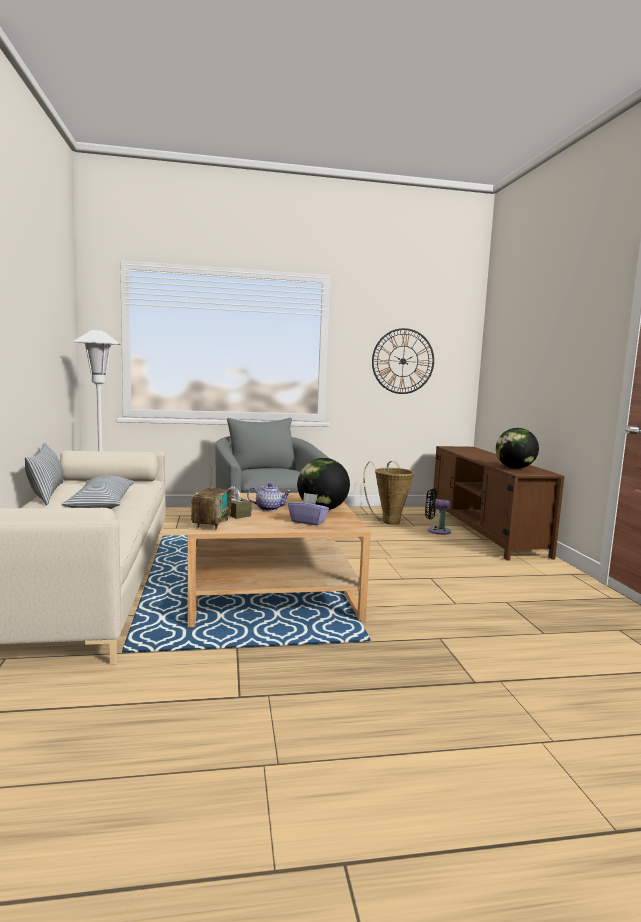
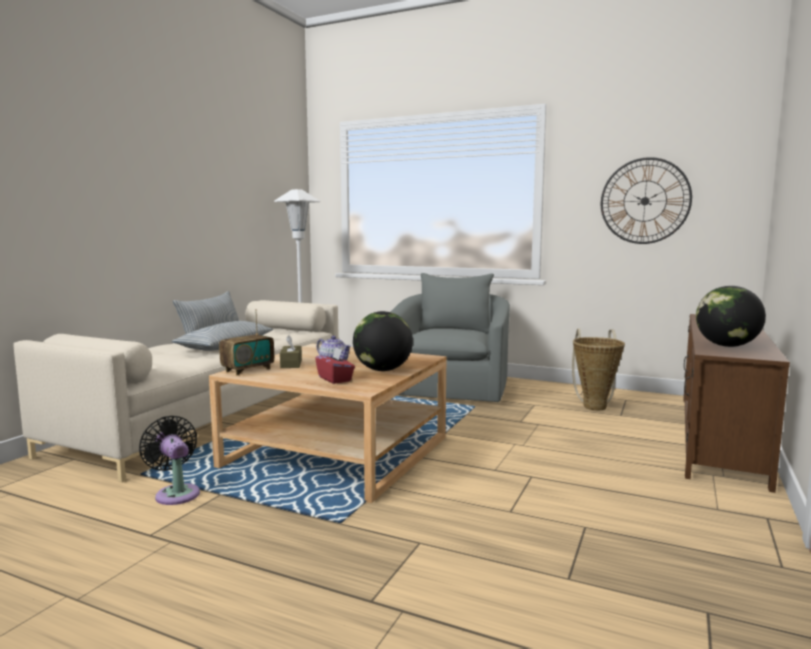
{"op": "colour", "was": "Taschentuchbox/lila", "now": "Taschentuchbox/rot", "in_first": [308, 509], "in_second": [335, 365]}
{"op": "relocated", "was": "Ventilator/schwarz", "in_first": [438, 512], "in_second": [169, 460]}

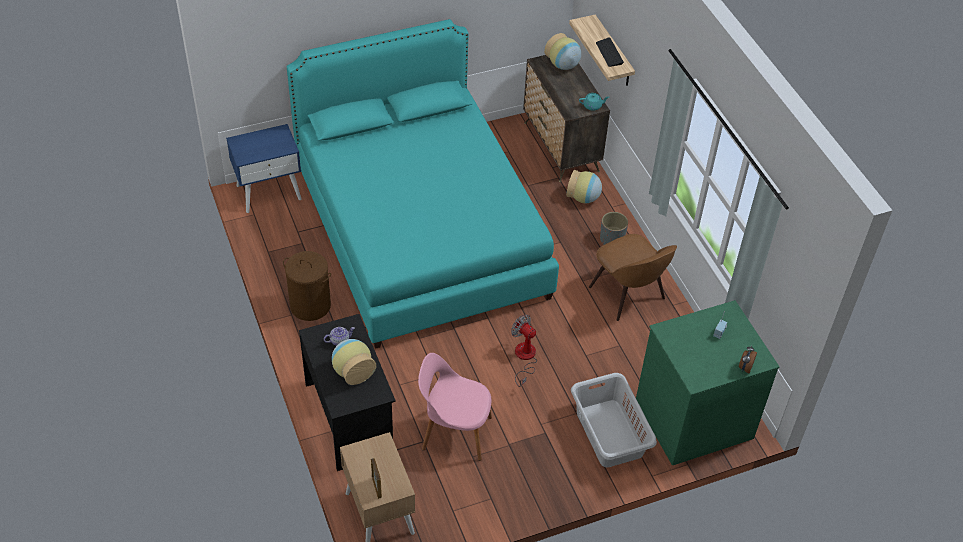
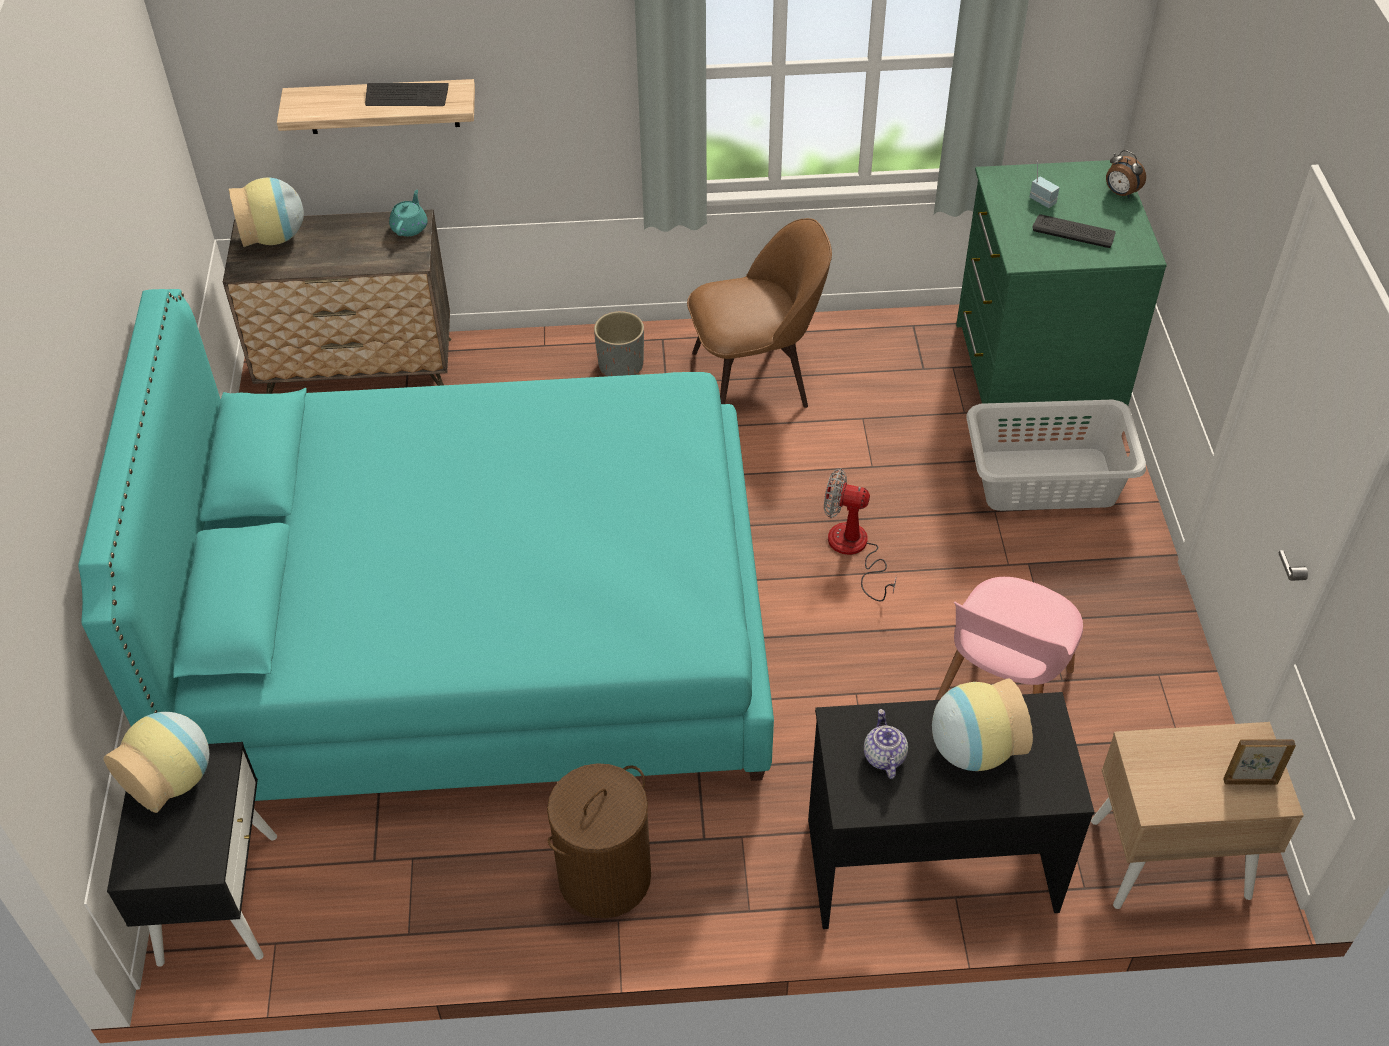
{"op": "colour", "was": "Nachttisch/blau", "now": "Nachttisch/schwarz", "in_first": [264, 168], "in_second": [192, 854]}
{"op": "spun", "was": "Ventilator", "in_first": [524, 350], "in_second": [860, 535], "clockwise": 45}
{"op": "relocated", "was": "Vase", "in_first": [584, 186], "in_second": [156, 762]}
{"op": "appeared", "now": "Tastatur", "in_second": [1074, 231]}

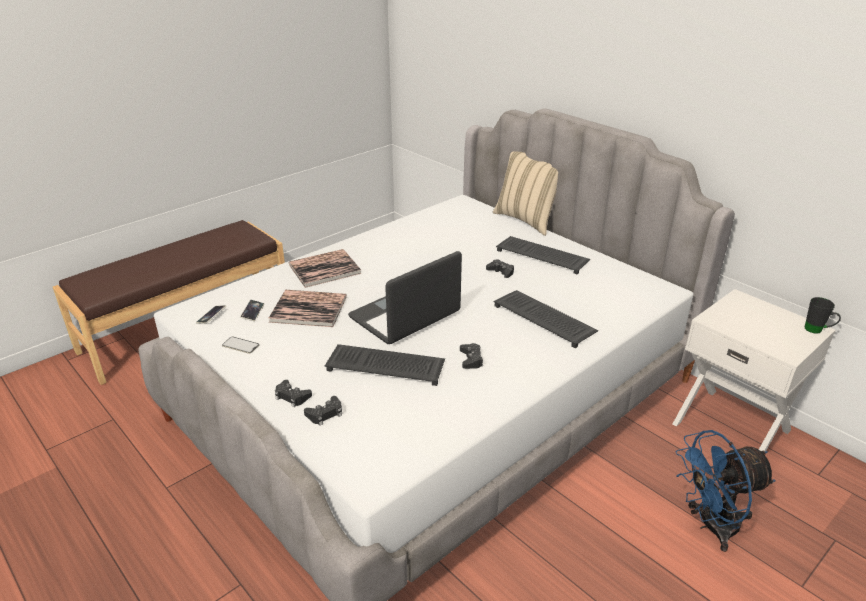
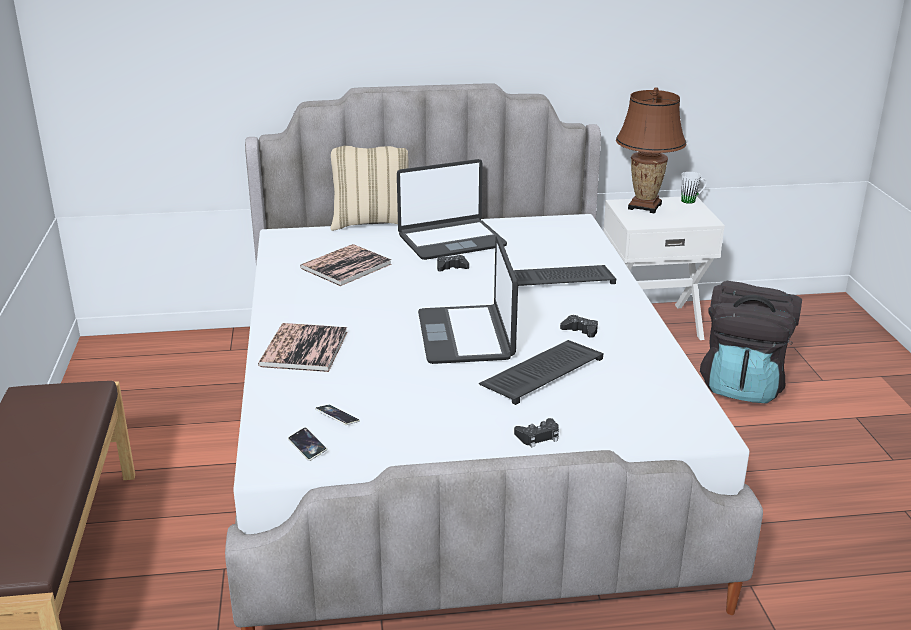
{"op": "missing", "was": "Handy", "in_first": [241, 345]}
{"op": "relocated", "was": "Buch", "in_first": [307, 308], "in_second": [346, 265]}
{"op": "missing", "was": "Gamepad/schwarz", "in_first": [323, 411]}
{"op": "exchanged", "was": "Tastatur", "now": "Laptop", "in_first": [543, 255], "in_second": [452, 209]}
{"op": "exchanged", "was": "Ventilator/blau", "now": "Rucksack/schwarz", "in_first": [725, 491], "in_second": [751, 342]}
{"op": "colour", "was": "Henkelbecher/schwarz", "now": "Henkelbecher/weiß", "in_first": [823, 315], "in_second": [694, 188]}
{"op": "appeared", "now": "Tischlampe/braun", "in_second": [651, 150]}

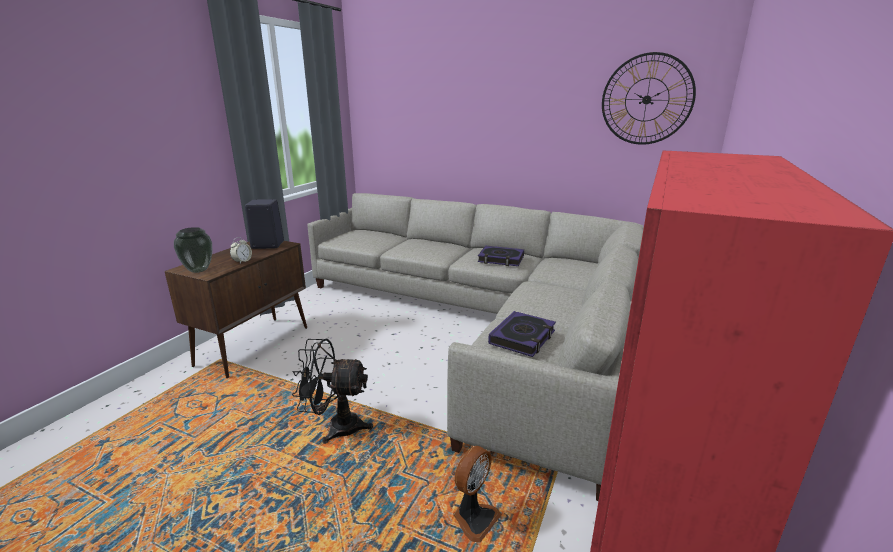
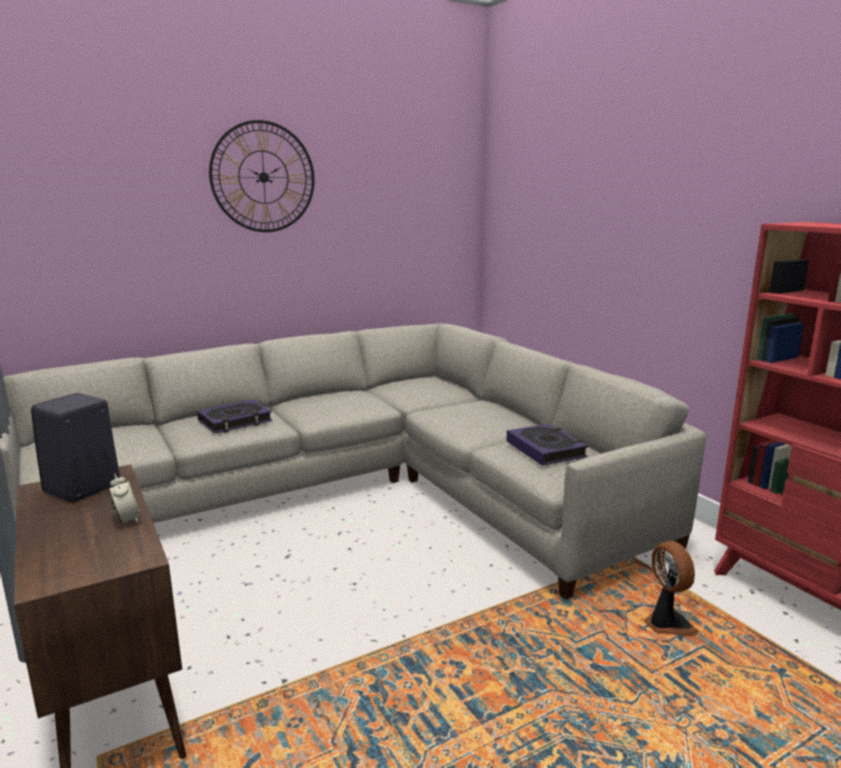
{"op": "missing", "was": "Vase", "in_first": [193, 250]}
{"op": "missing", "was": "Ventilator/schwarz", "in_first": [332, 391]}
{"op": "relocated", "was": "Buch", "in_first": [501, 256], "in_second": [234, 416]}
{"op": "relocated", "was": "Wanduhr", "in_first": [649, 98], "in_second": [262, 176]}

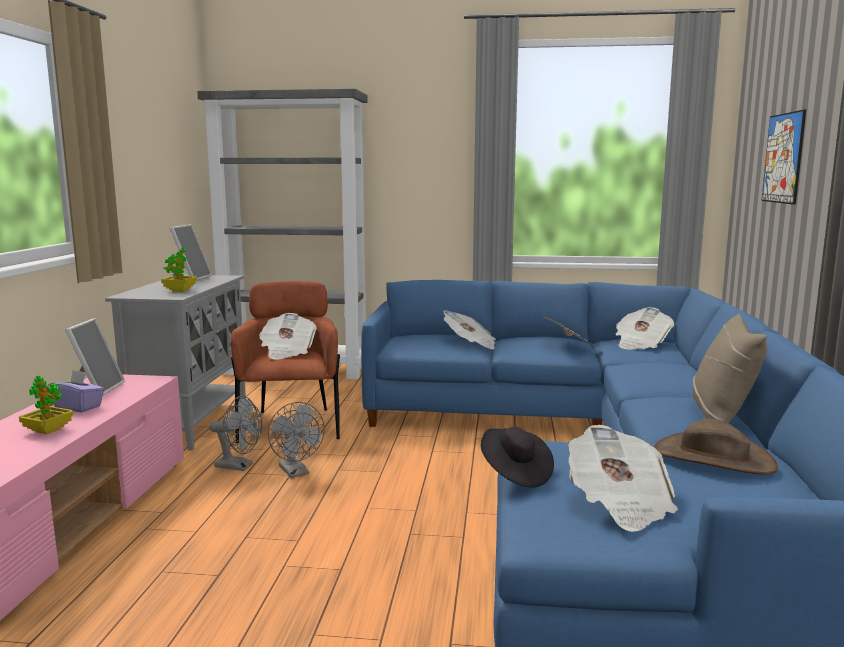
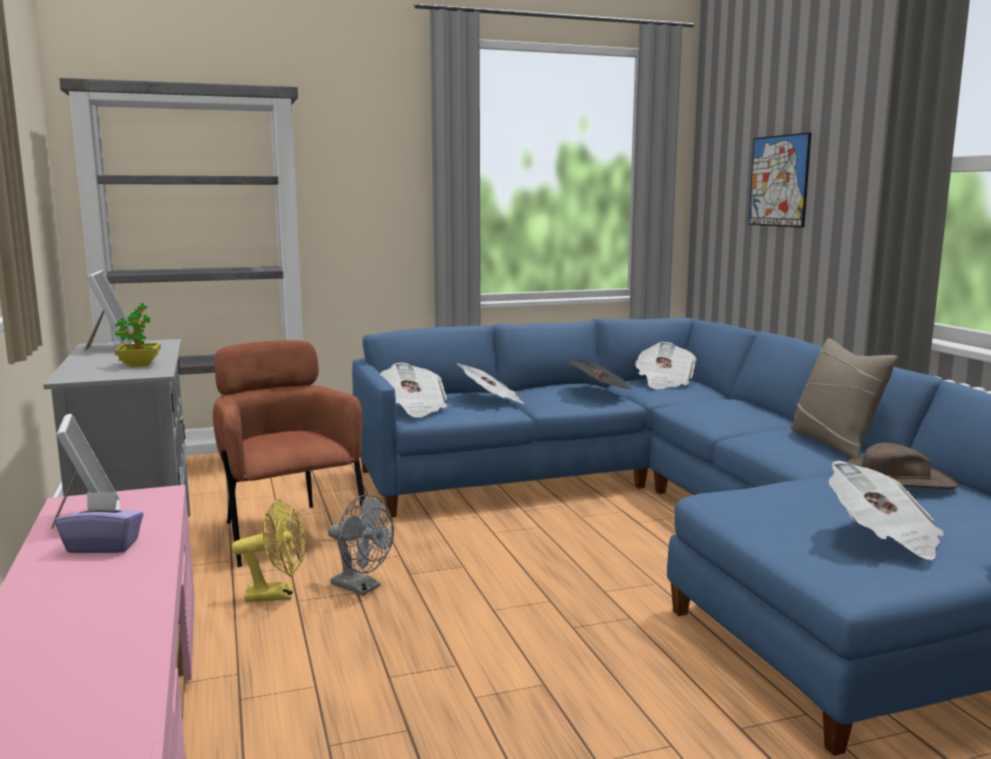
{"op": "missing", "was": "Topfpflanze", "in_first": [46, 404]}
{"op": "colour", "was": "Ventilator/grau", "now": "Ventilator/gelb", "in_first": [235, 433], "in_second": [269, 550]}
{"op": "relocated", "was": "Zeitung", "in_first": [288, 336], "in_second": [413, 390]}
{"op": "missing", "was": "Hut/schwarz", "in_first": [517, 457]}

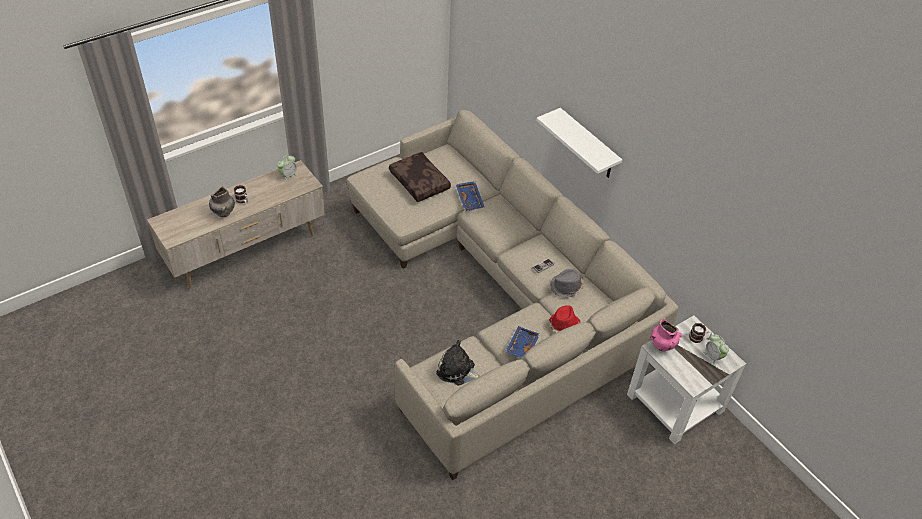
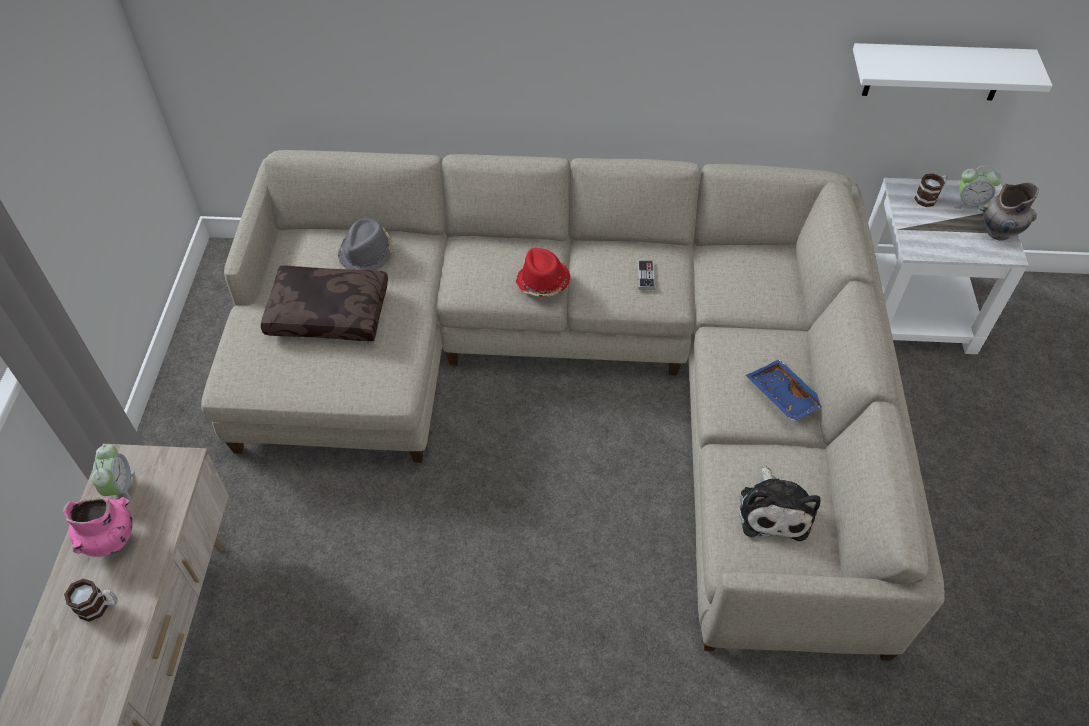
{"op": "relocated", "was": "Vase/grau", "in_first": [222, 201], "in_second": [1009, 211]}
{"op": "spun", "was": "Plüschtier", "in_first": [458, 362], "in_second": [779, 503], "clockwise": -60}
{"op": "missing", "was": "Tablett/blau", "in_first": [470, 196]}
{"op": "relocated", "was": "Wandregal/weiß", "in_first": [579, 143], "in_second": [953, 71]}
{"op": "relocated", "was": "Hut/rot", "in_first": [564, 318], "in_second": [543, 272]}
{"op": "relocated", "was": "Hut/grau", "in_first": [567, 283], "in_second": [366, 244]}
{"op": "relocated", "was": "Vase/rosa", "in_first": [666, 335], "in_second": [98, 527]}

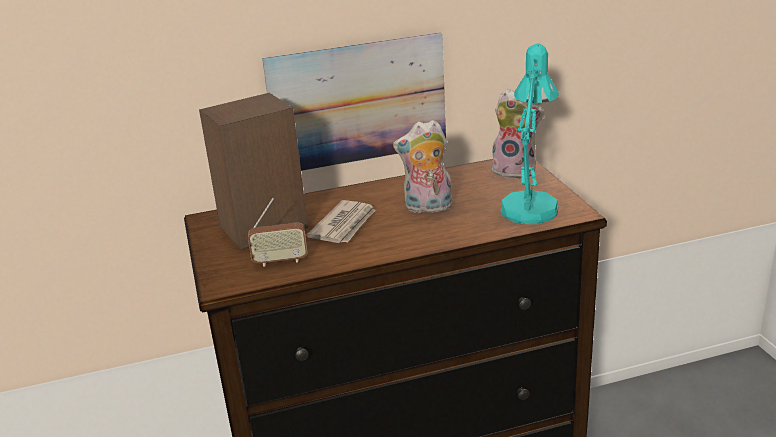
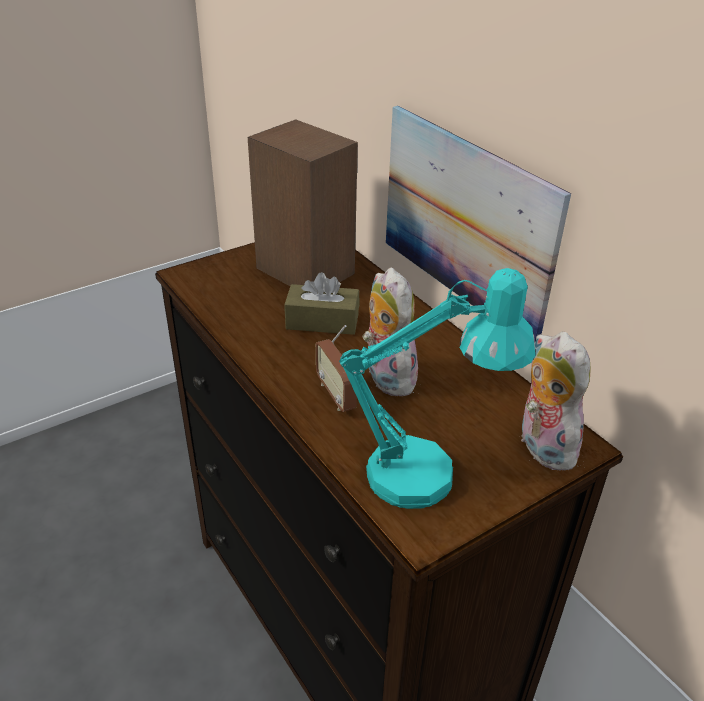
{"op": "relocated", "was": "Radio", "in_first": [277, 232], "in_second": [336, 368]}
{"op": "exchanged", "was": "Zeitung", "now": "Taschentuchbox/braun", "in_first": [341, 221], "in_second": [322, 303]}
{"op": "spun", "was": "Plüschtier", "in_first": [518, 134], "in_second": [556, 401], "clockwise": 150}

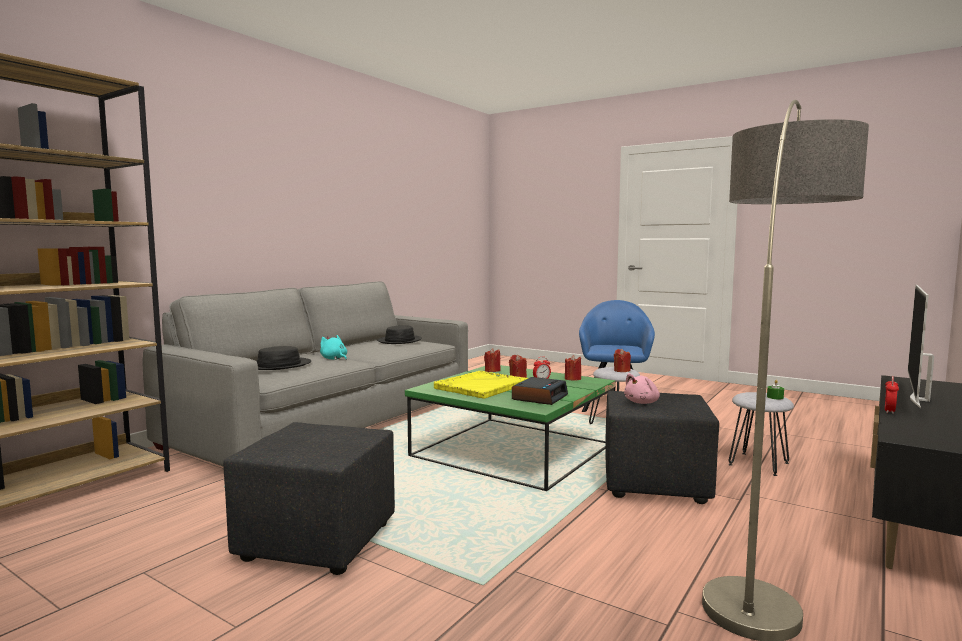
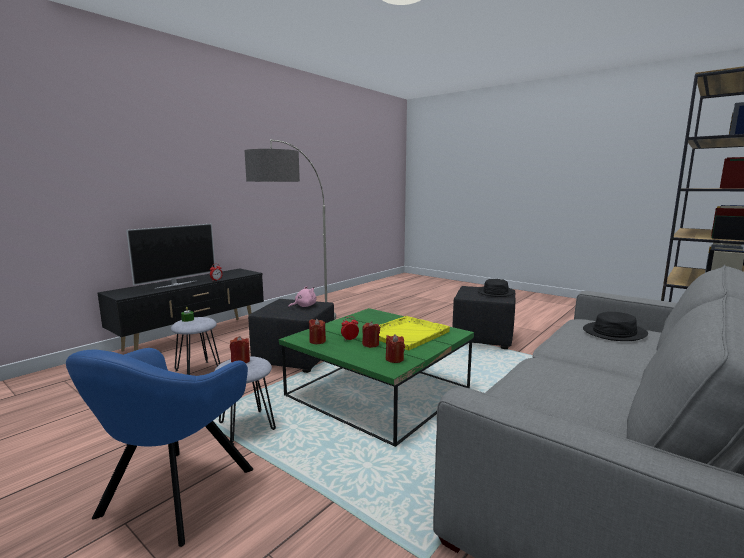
{"op": "missing", "was": "Plüschtier/türkis", "in_first": [333, 347]}
{"op": "relocated", "was": "Hut/schwarz", "in_first": [399, 335], "in_second": [496, 288]}
{"op": "missing", "was": "Wecker", "in_first": [540, 391]}

